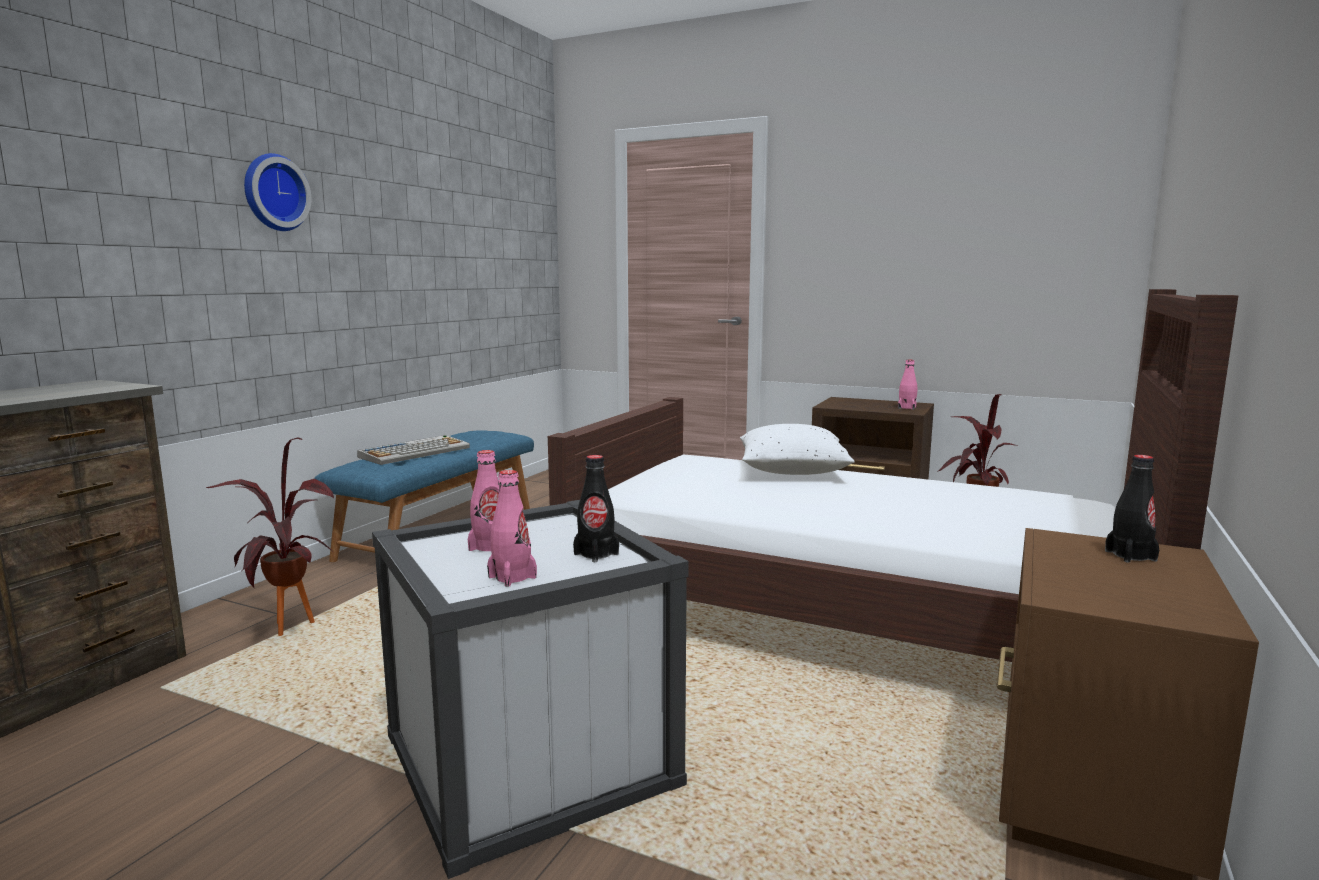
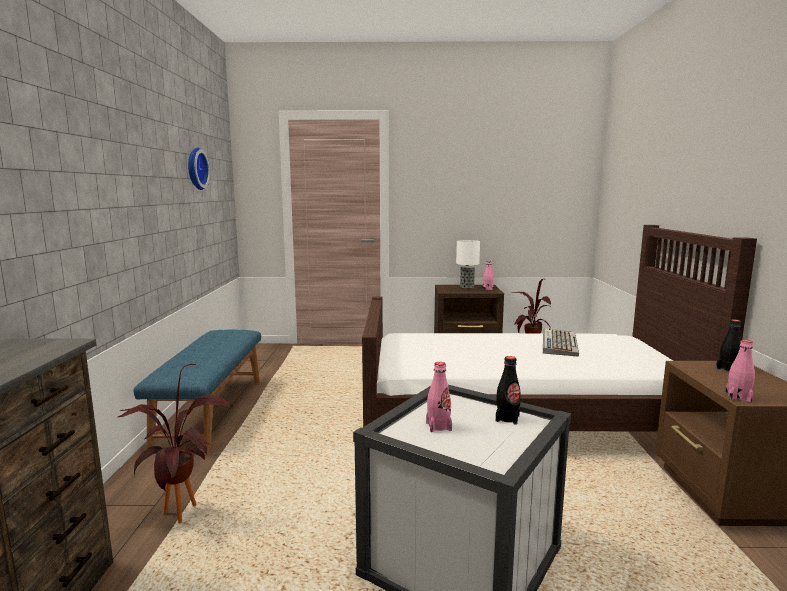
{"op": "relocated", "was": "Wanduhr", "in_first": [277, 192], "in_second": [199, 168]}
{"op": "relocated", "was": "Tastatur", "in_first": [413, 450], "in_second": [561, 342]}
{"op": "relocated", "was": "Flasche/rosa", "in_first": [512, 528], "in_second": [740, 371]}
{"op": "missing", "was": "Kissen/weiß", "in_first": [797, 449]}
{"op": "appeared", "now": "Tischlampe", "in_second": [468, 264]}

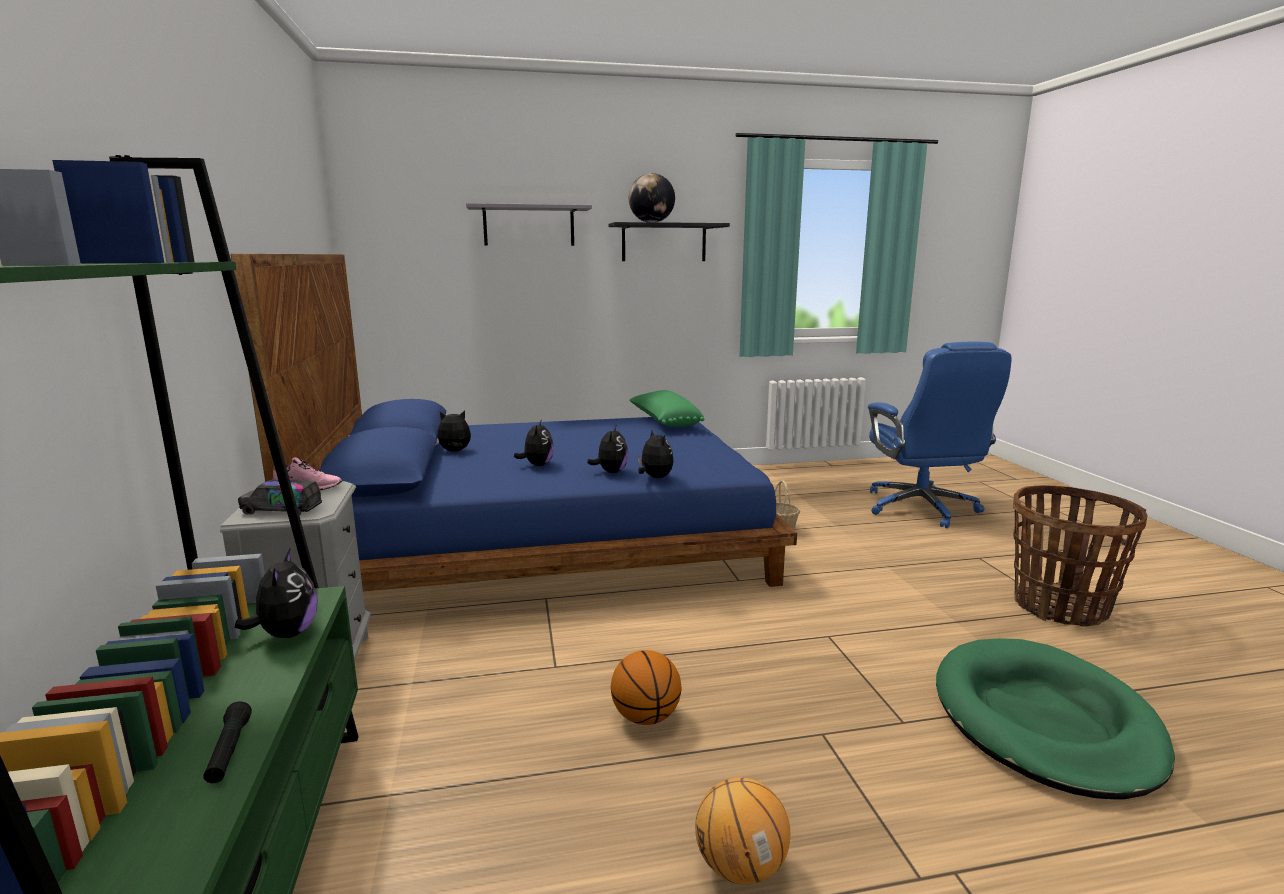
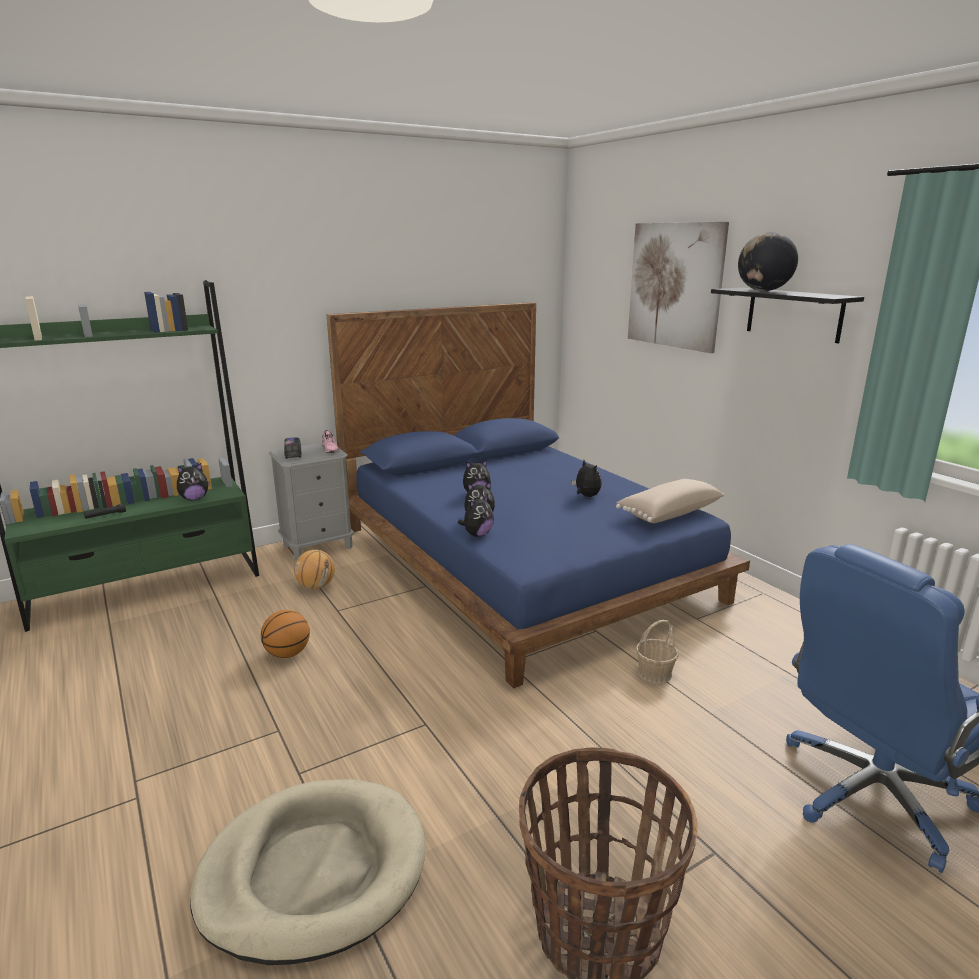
{"op": "relocated", "was": "Plüschtier", "in_first": [453, 430], "in_second": [587, 478]}
{"op": "exchanged", "was": "Wandregal/grau", "now": "Bild", "in_first": [529, 224], "in_second": [678, 287]}
{"op": "colour", "was": "Kissen/grün", "now": "Kissen/beige", "in_first": [666, 408], "in_second": [670, 501]}
{"op": "relocated", "was": "Basketball", "in_first": [742, 831], "in_second": [314, 569]}
{"op": "colour", "was": "Hundebett/grün", "now": "Hundebett/beige", "in_first": [1055, 719], "in_second": [308, 872]}

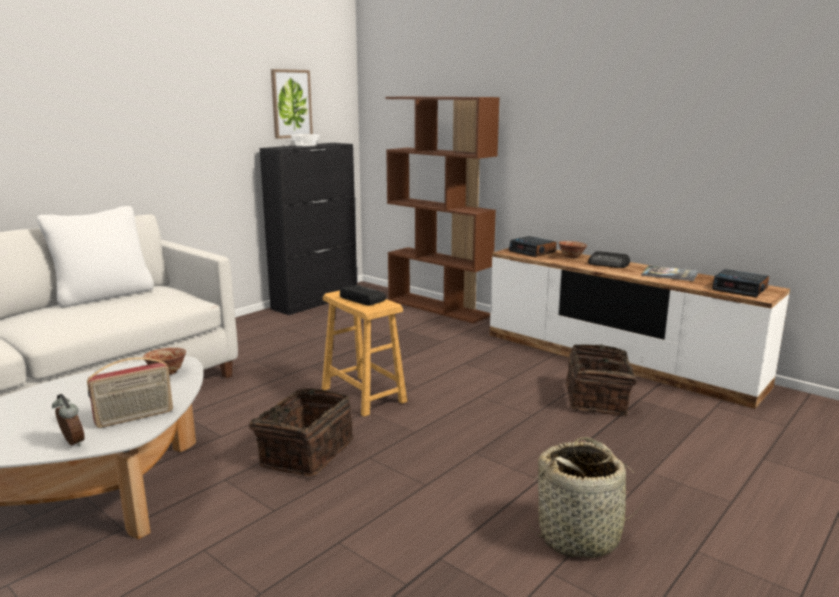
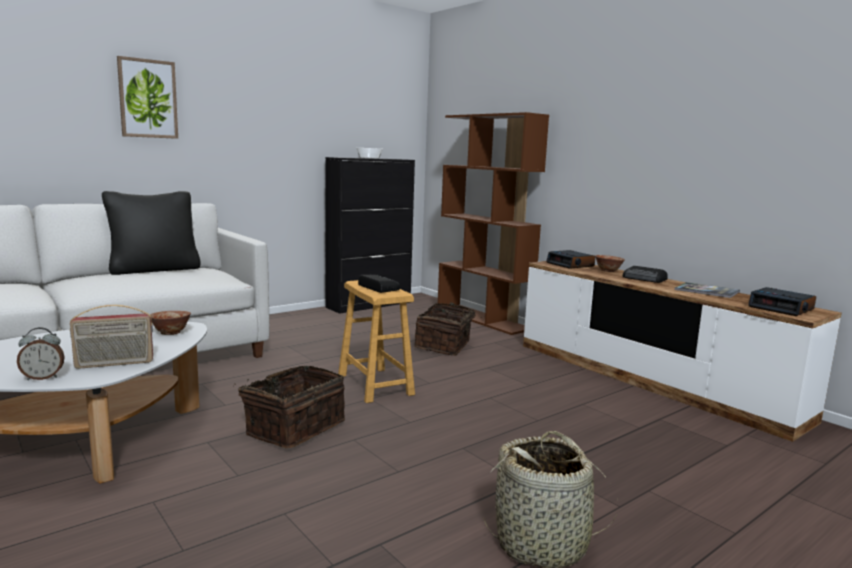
{"op": "colour", "was": "Kissen/weiß", "now": "Kissen/schwarz", "in_first": [95, 256], "in_second": [151, 233]}
{"op": "spun", "was": "Wecker", "in_first": [68, 420], "in_second": [41, 353], "clockwise": 105}
{"op": "relocated", "was": "Bild", "in_first": [292, 104], "in_second": [147, 97]}
{"op": "relocated", "was": "Korb", "in_first": [604, 380], "in_second": [448, 329]}

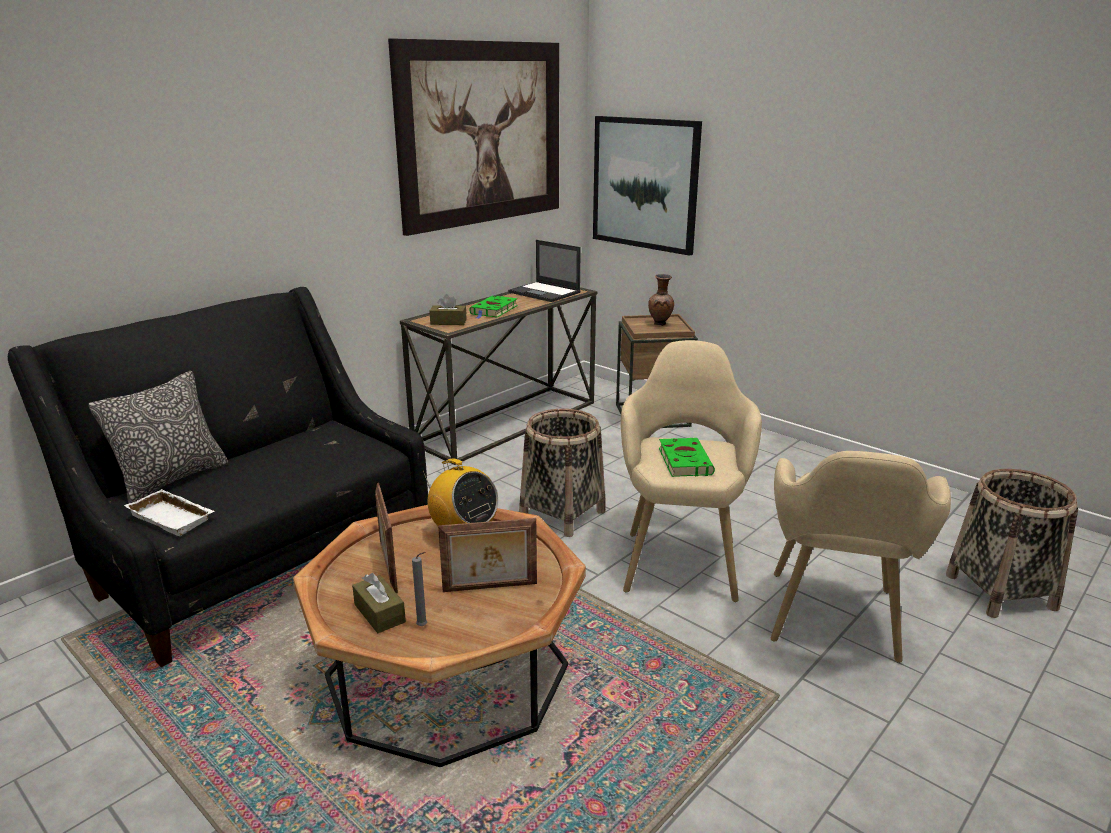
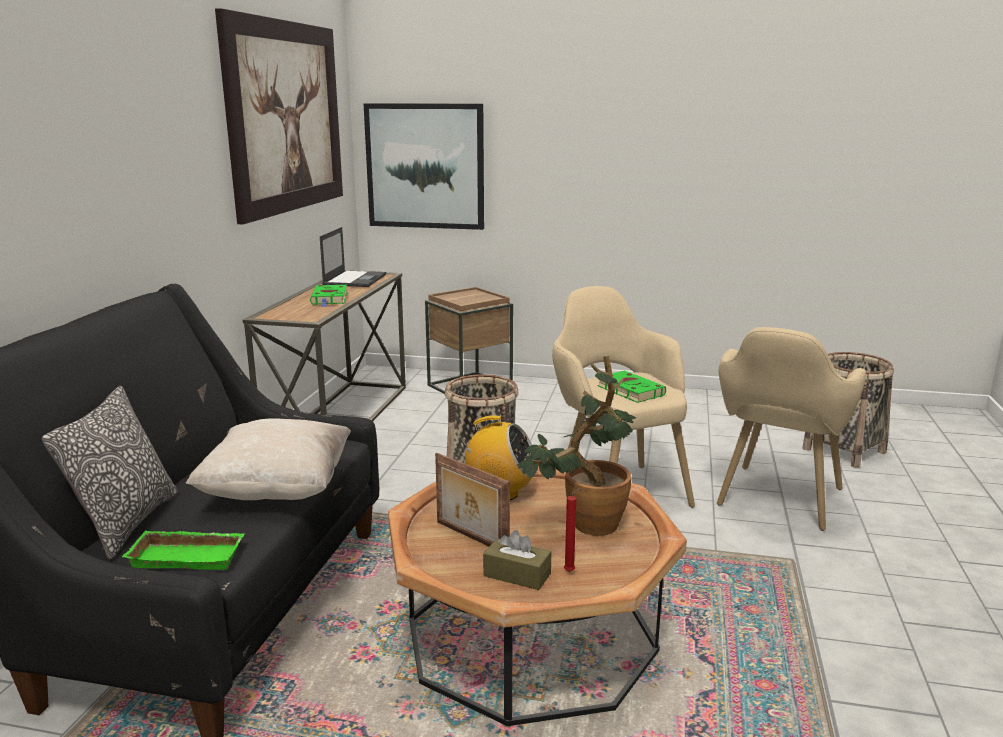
{"op": "colour", "was": "Tablett/weiß", "now": "Tablett/grün", "in_first": [169, 512], "in_second": [183, 550]}
{"op": "colour", "was": "Kerze/grau", "now": "Kerze/rot", "in_first": [419, 589], "in_second": [572, 530]}
{"op": "missing", "was": "Taschentuchbox/braun", "in_first": [448, 309]}
{"op": "exchanged", "was": "Bilderrahmen", "now": "Topfpflanze", "in_first": [487, 555], "in_second": [576, 446]}
{"op": "spun", "was": "Laptop", "in_first": [544, 271], "in_second": [353, 257], "clockwise": -90}
{"op": "missing", "was": "Vase/braun", "in_first": [661, 300]}
{"op": "spun", "was": "Sessel/beige", "in_first": [861, 557], "in_second": [791, 429], "clockwise": 45}
{"op": "appeared", "now": "Kissen/beige", "in_second": [268, 459]}

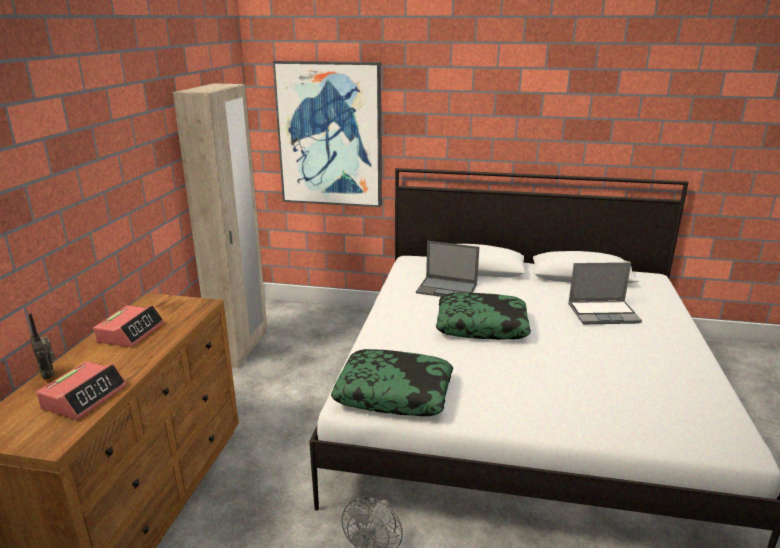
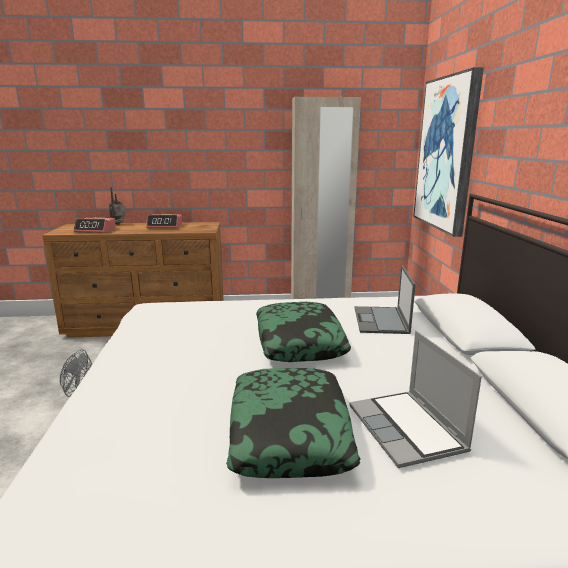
{"op": "relocated", "was": "Kissen", "in_first": [392, 382], "in_second": [293, 423]}

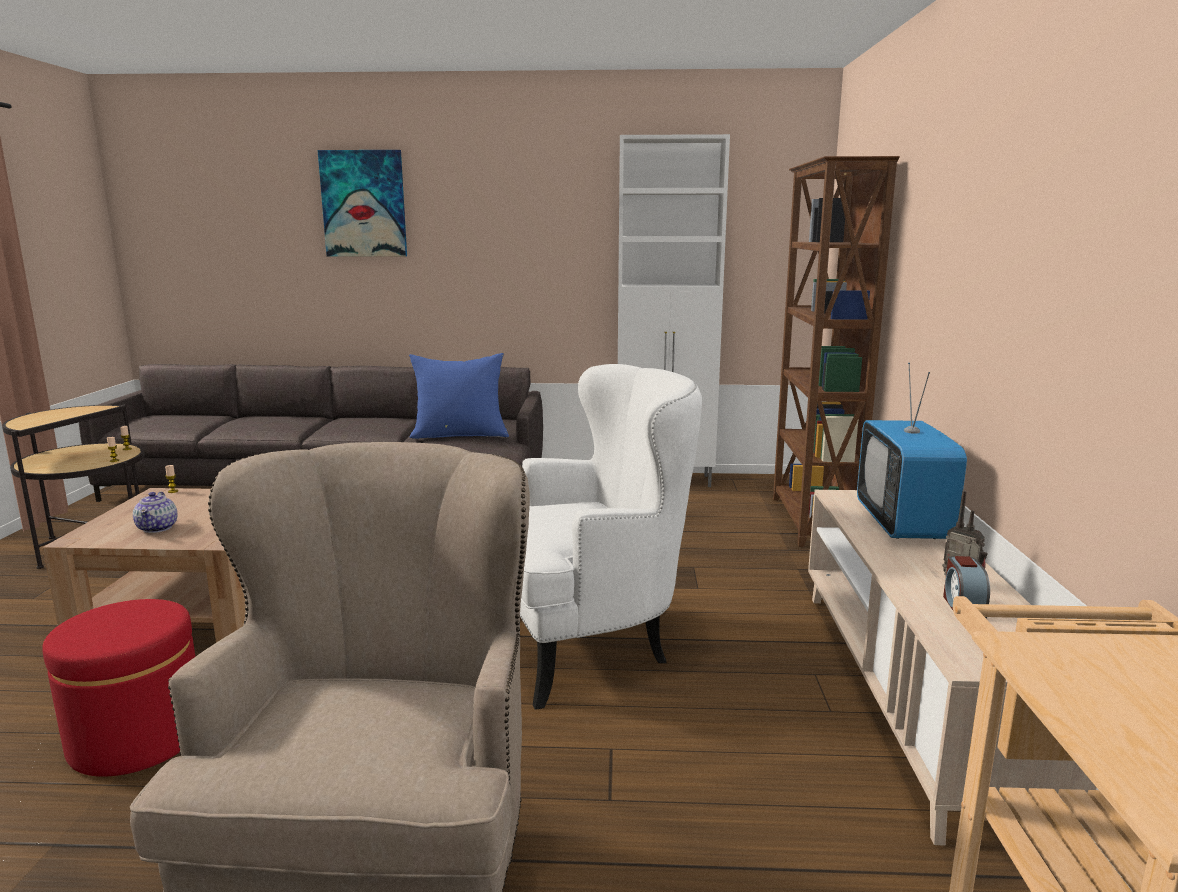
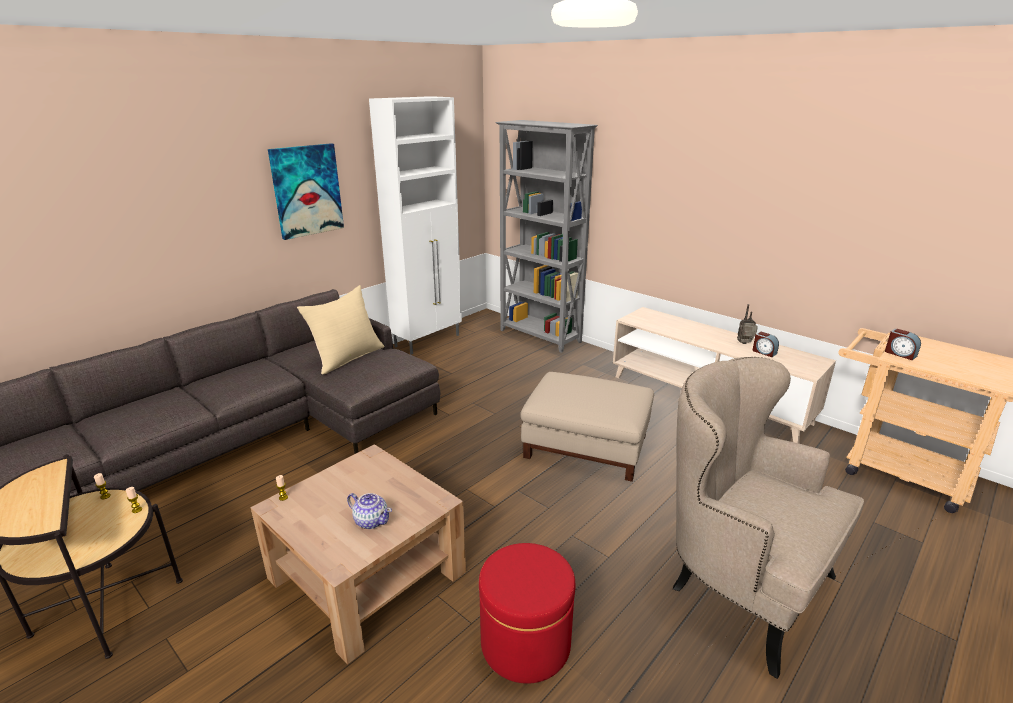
{"op": "relocated", "was": "Bild", "in_first": [362, 203], "in_second": [306, 191]}
{"op": "colour", "was": "Kissen/blau", "now": "Kissen/beige", "in_first": [459, 396], "in_second": [341, 329]}
{"op": "exchanged", "was": "Sessel/weiß", "now": "Polsterhocker/beige", "in_first": [611, 537], "in_second": [587, 427]}
{"op": "colour", "was": "Bücherregal/braun", "now": "Bücherregal/grau", "in_first": [836, 351], "in_second": [546, 236]}
{"op": "missing", "was": "Fernseher", "in_first": [912, 451]}
{"op": "appeared", "now": "Wecker", "in_second": [903, 344]}

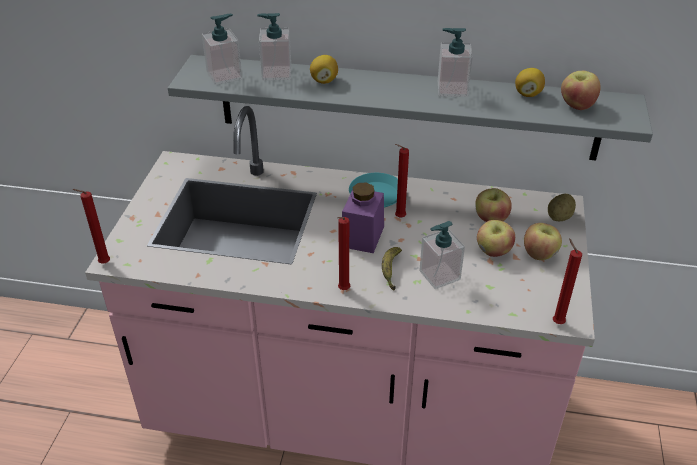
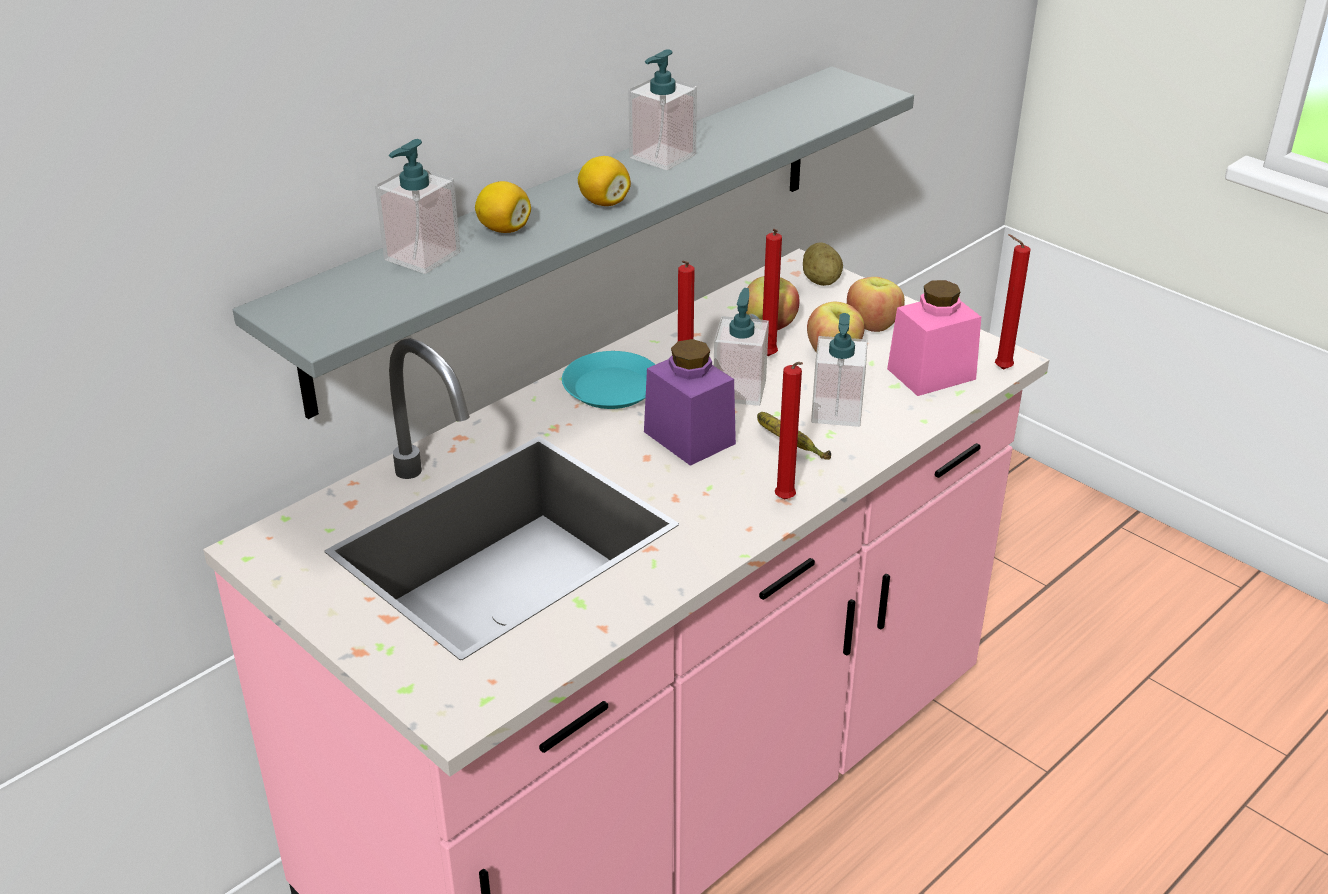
{"op": "relocated", "was": "Kerze/rot", "in_first": [91, 226], "in_second": [772, 292]}
{"op": "relocated", "was": "Seifenspender", "in_first": [222, 49], "in_second": [741, 347]}
{"op": "relocated", "was": "Zitrone", "in_first": [530, 82], "in_second": [604, 181]}
{"op": "missing", "was": "Apfel", "in_first": [580, 90]}
{"op": "appeared", "now": "Vorratsglas/rosa", "in_second": [934, 338]}

